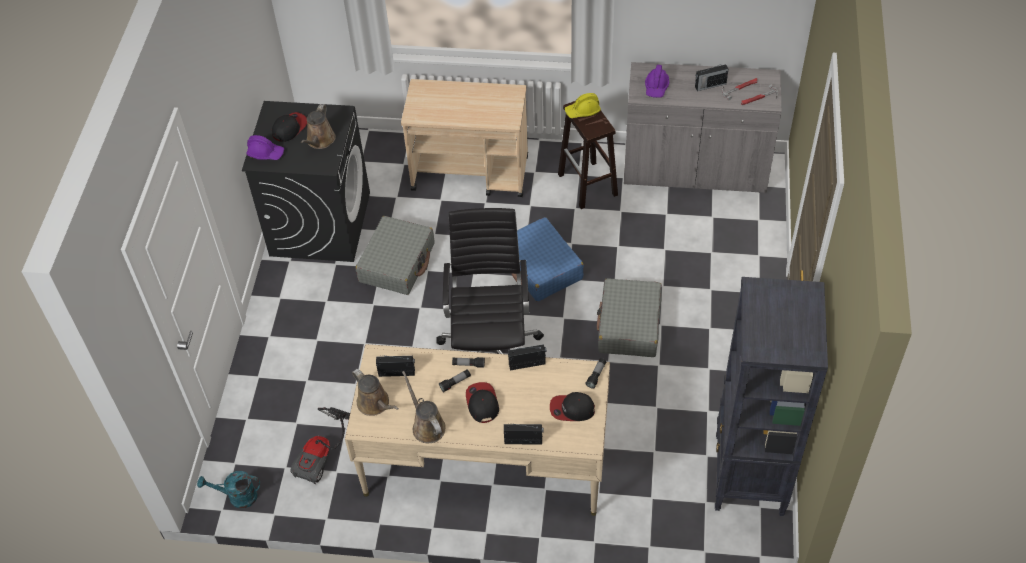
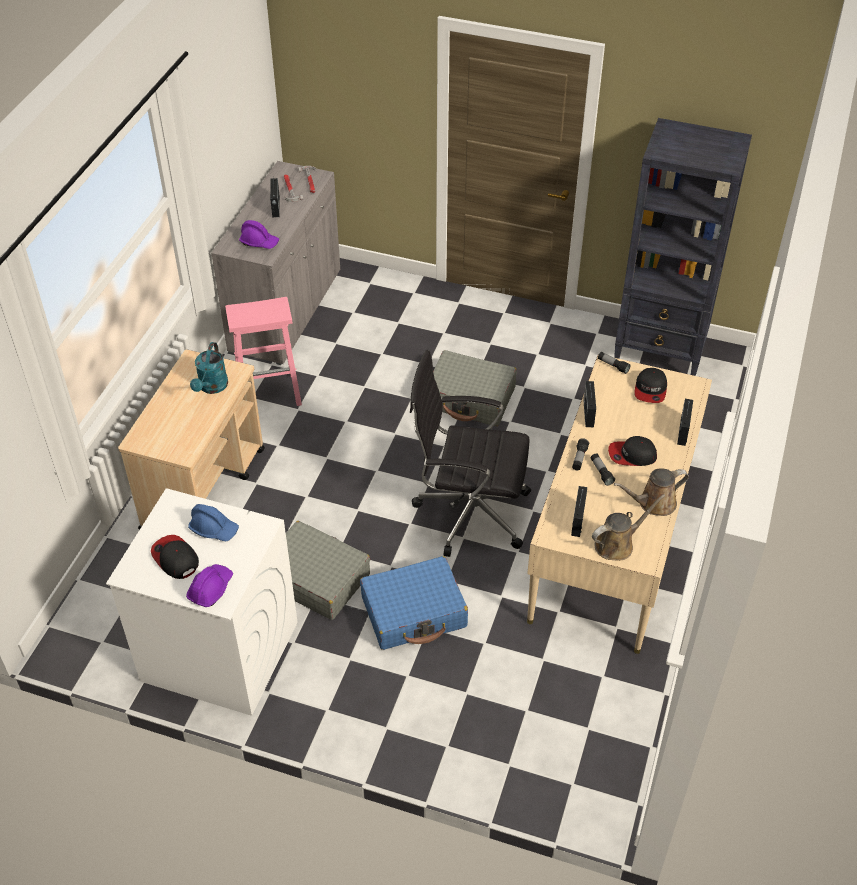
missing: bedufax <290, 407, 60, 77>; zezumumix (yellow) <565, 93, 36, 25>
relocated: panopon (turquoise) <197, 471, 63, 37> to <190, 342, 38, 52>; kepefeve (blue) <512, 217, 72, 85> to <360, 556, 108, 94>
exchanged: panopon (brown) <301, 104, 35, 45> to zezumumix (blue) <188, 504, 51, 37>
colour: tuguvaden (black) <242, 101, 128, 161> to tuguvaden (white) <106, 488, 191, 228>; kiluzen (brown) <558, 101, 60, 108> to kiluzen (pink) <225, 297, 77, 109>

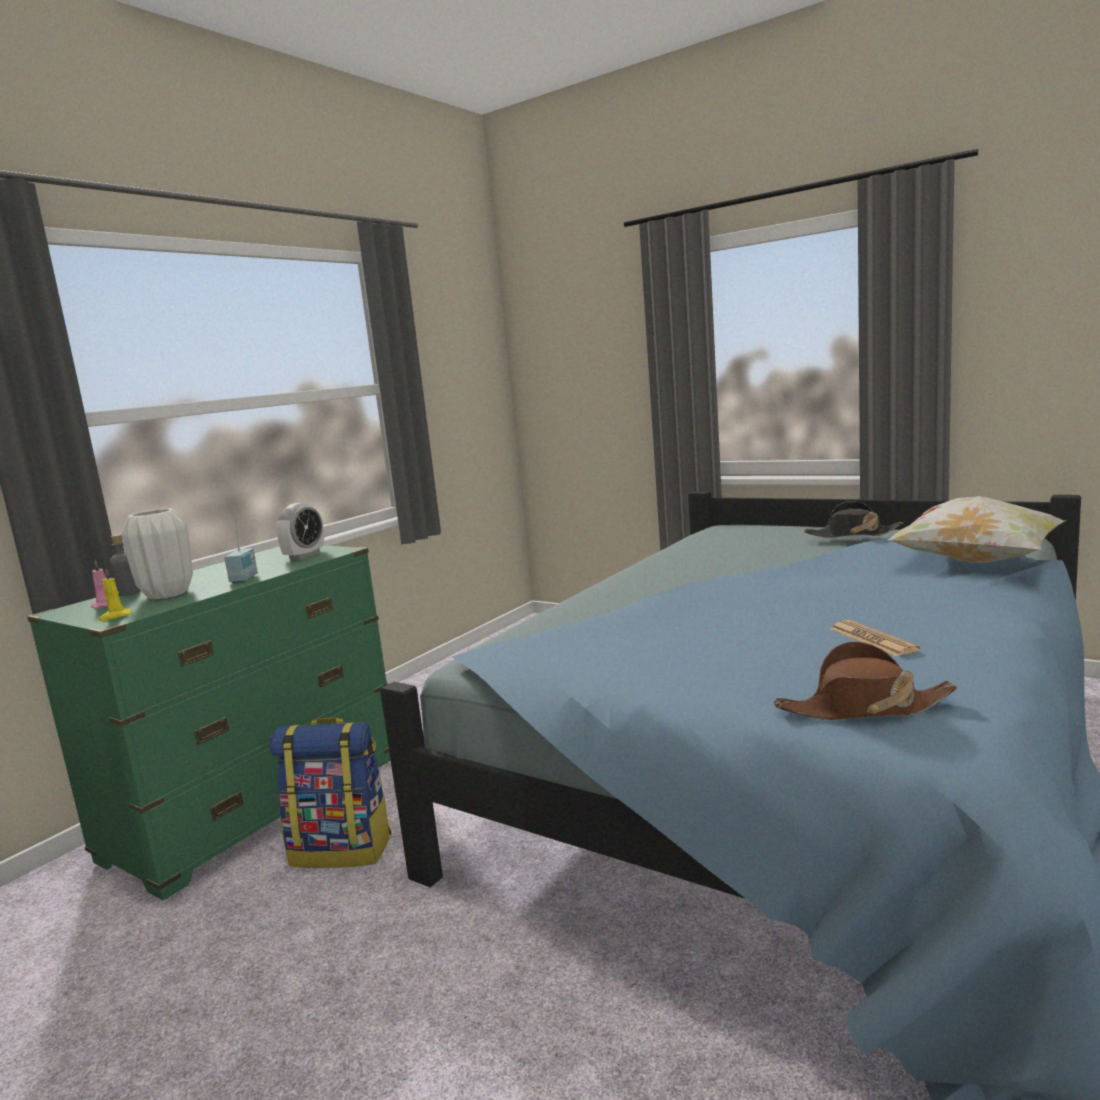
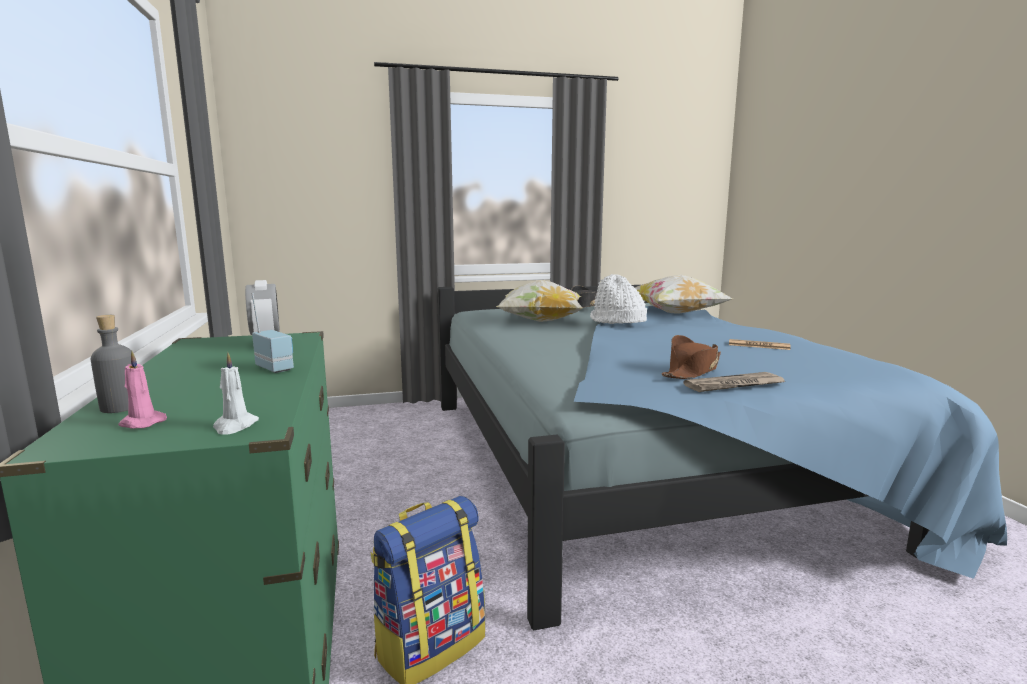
missing: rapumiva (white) <121, 509, 72, 90>
appeared: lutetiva <496, 280, 87, 42>; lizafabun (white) <590, 274, 57, 50>; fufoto <683, 372, 103, 20>
relocated: lizafabun (brown) <774, 641, 183, 79> to <662, 335, 59, 44>
colour: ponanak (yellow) <98, 569, 34, 52> to ponanak (white) <213, 352, 46, 82>

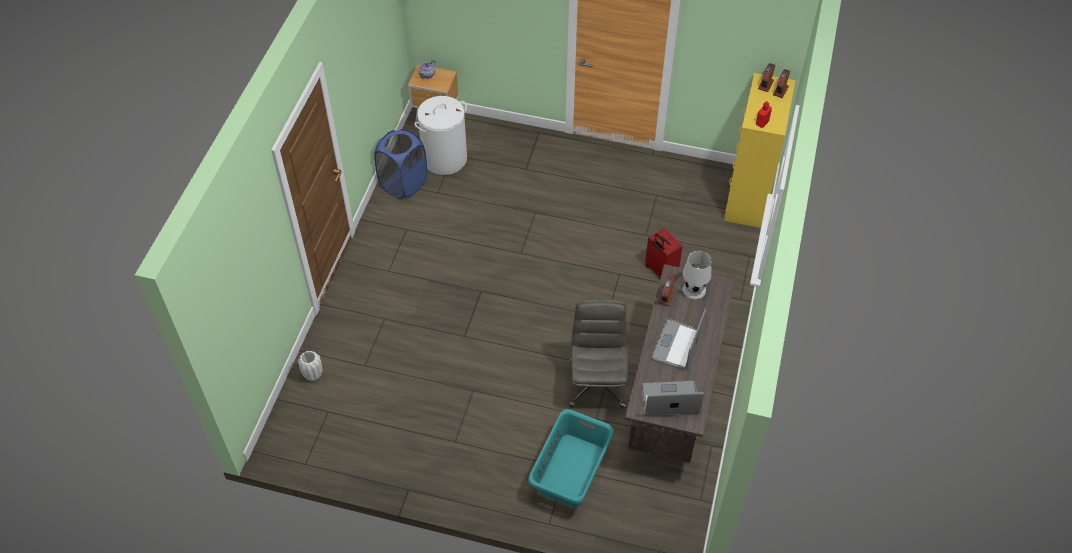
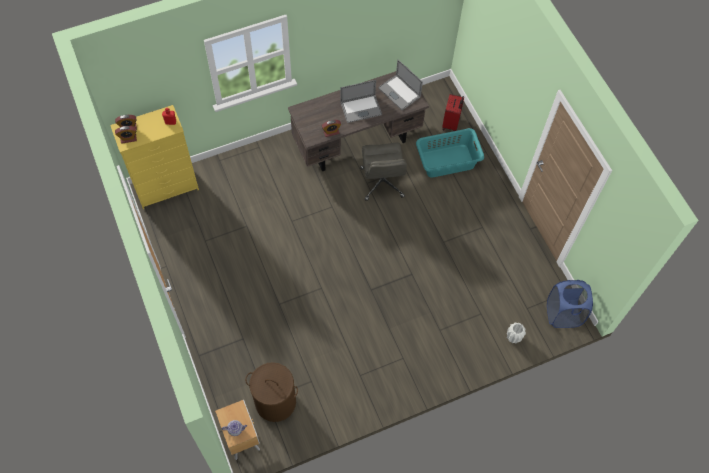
missing: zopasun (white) <682, 251, 29, 49>
relocated: kepefeve (red) <645, 229, 37, 50> to <442, 94, 22, 37>; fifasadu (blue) <374, 129, 53, 70> to <547, 280, 46, 48>
colour: fifasadu (white) <414, 96, 53, 79> to fifasadu (brown) <245, 362, 53, 60>
spun: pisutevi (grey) <569, 299, 60, 110> = <360, 143, 47, 58> 60 degrees counterclockwise

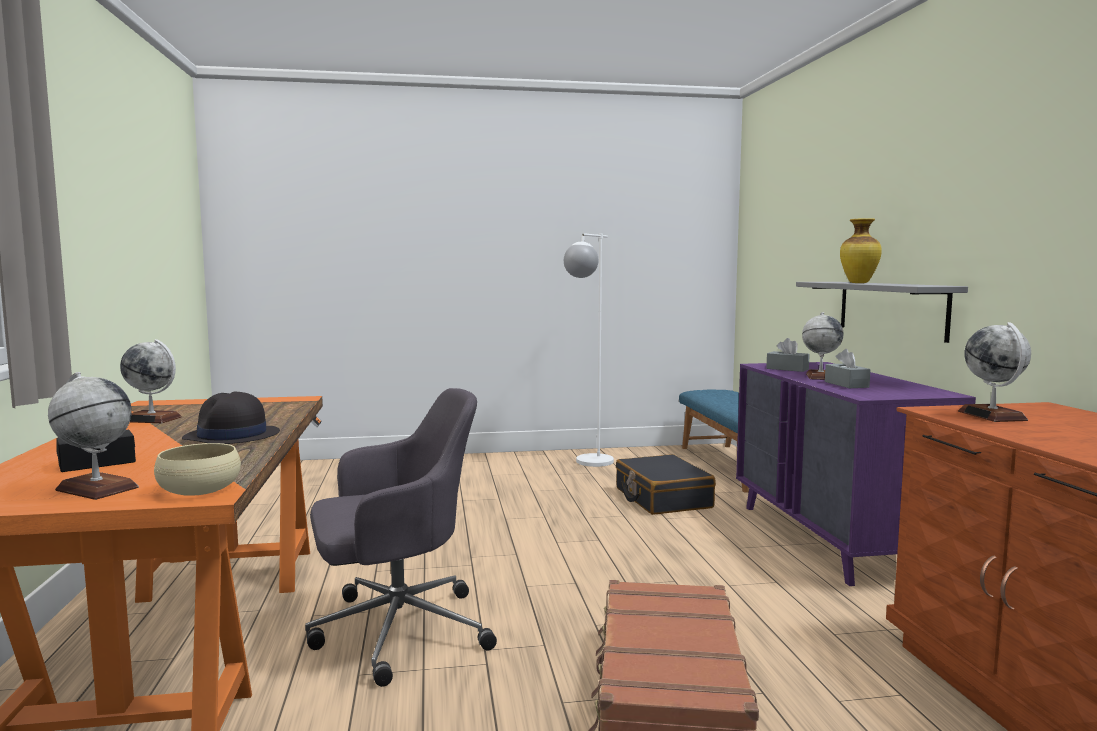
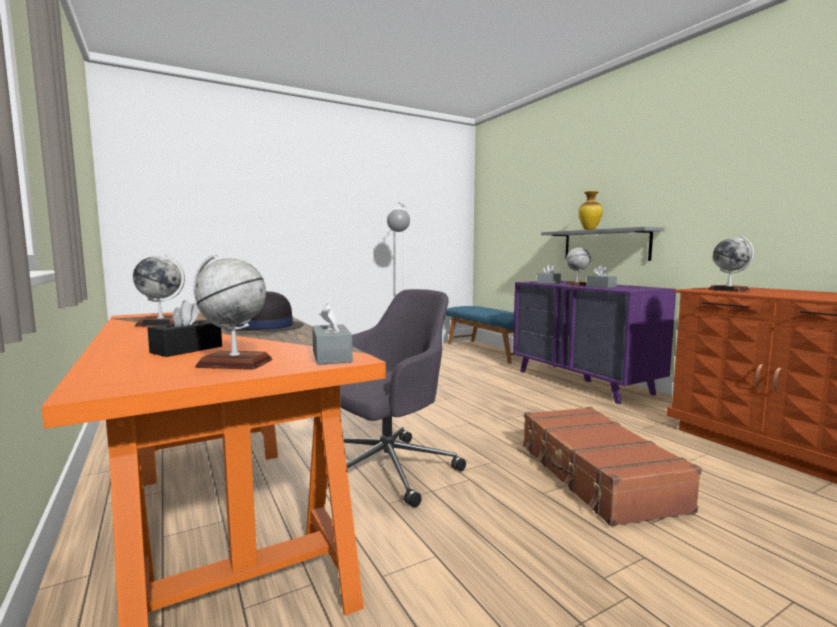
missing: kepefeve (black) <616, 454, 100, 61>
exchanged: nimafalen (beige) <154, 443, 87, 53> to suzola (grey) <312, 303, 41, 62>

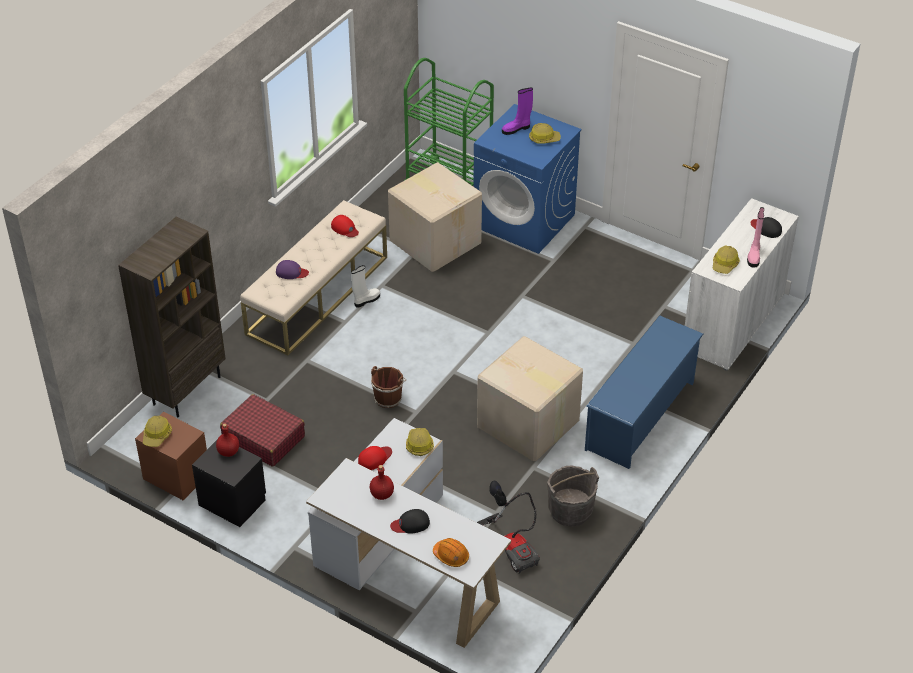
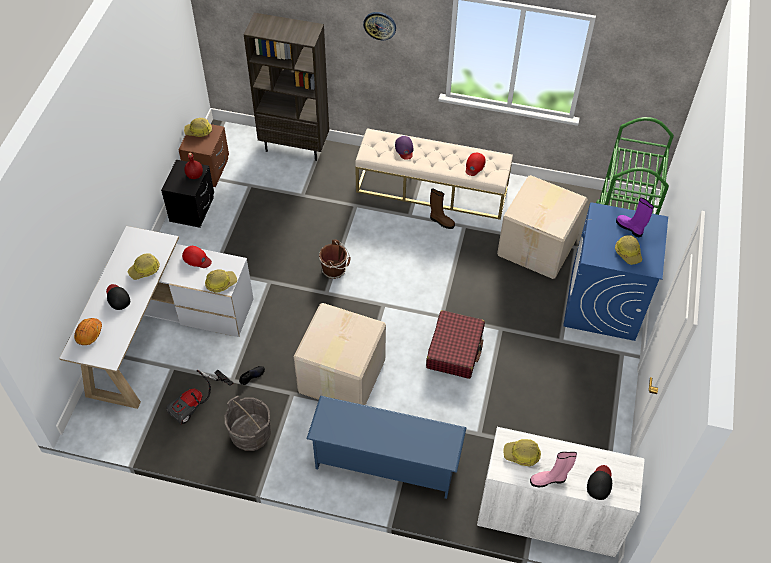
appeared: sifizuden <363, 12, 33, 28>
relocated: kepefeve (red) <220, 394, 85, 73> to <426, 310, 59, 69>
exchanged: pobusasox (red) <370, 465, 24, 35> to zezumumix <127, 253, 33, 27>
colour: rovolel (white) <351, 265, 29, 43> to rovolel (brown) <430, 188, 25, 41>

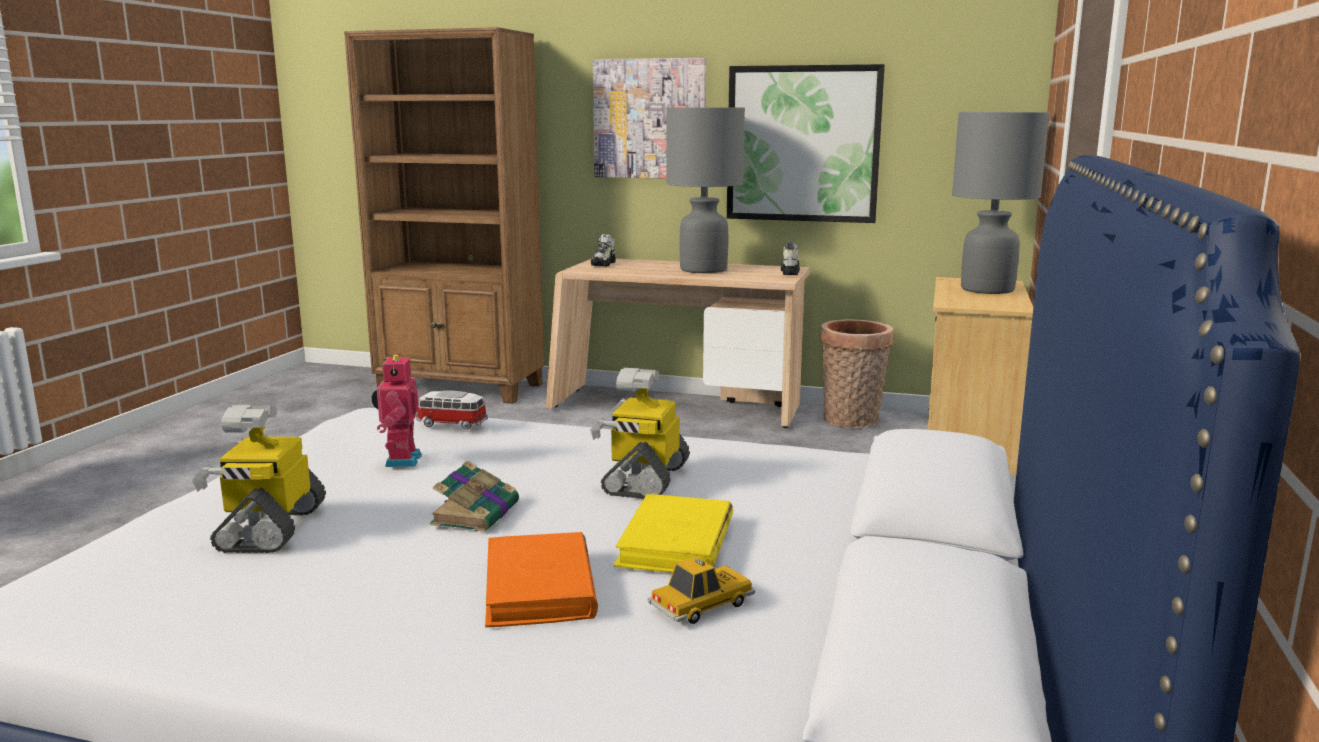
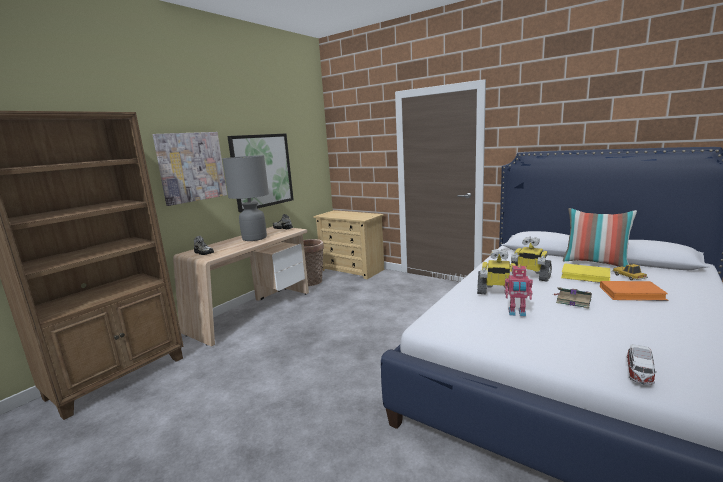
missing: zopasun (grey) <952, 112, 98, 182>
appeared: lutetiva <563, 208, 74, 59>
relocated: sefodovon <192, 405, 134, 148> to <477, 249, 39, 45>; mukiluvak <416, 391, 72, 39> to <627, 344, 30, 41>

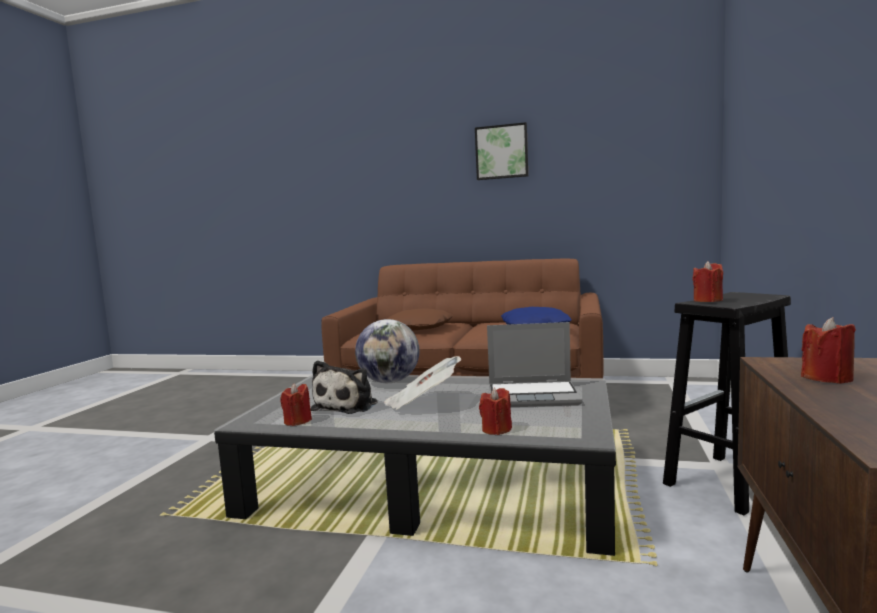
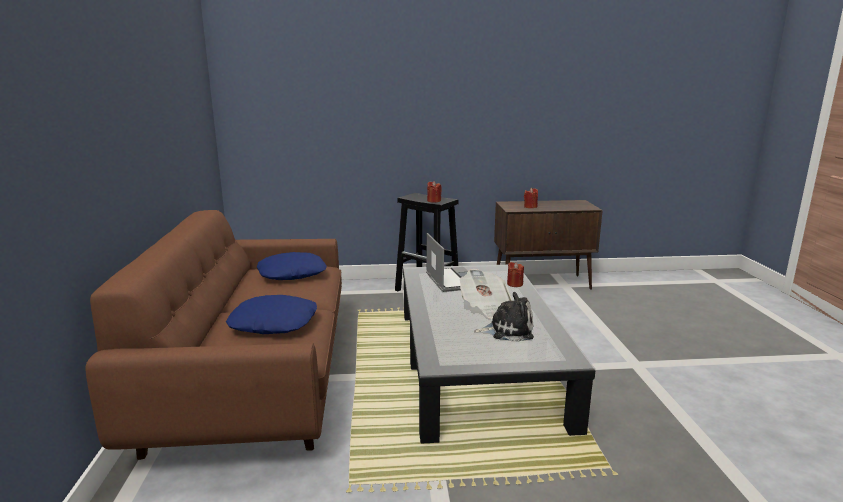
missing: ponanak (red) <280, 383, 32, 43>; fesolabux <355, 319, 64, 64>; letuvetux <475, 122, 53, 58>
colour: lutetiva (brown) <387, 308, 66, 23> to lutetiva (blue) <226, 295, 91, 39>

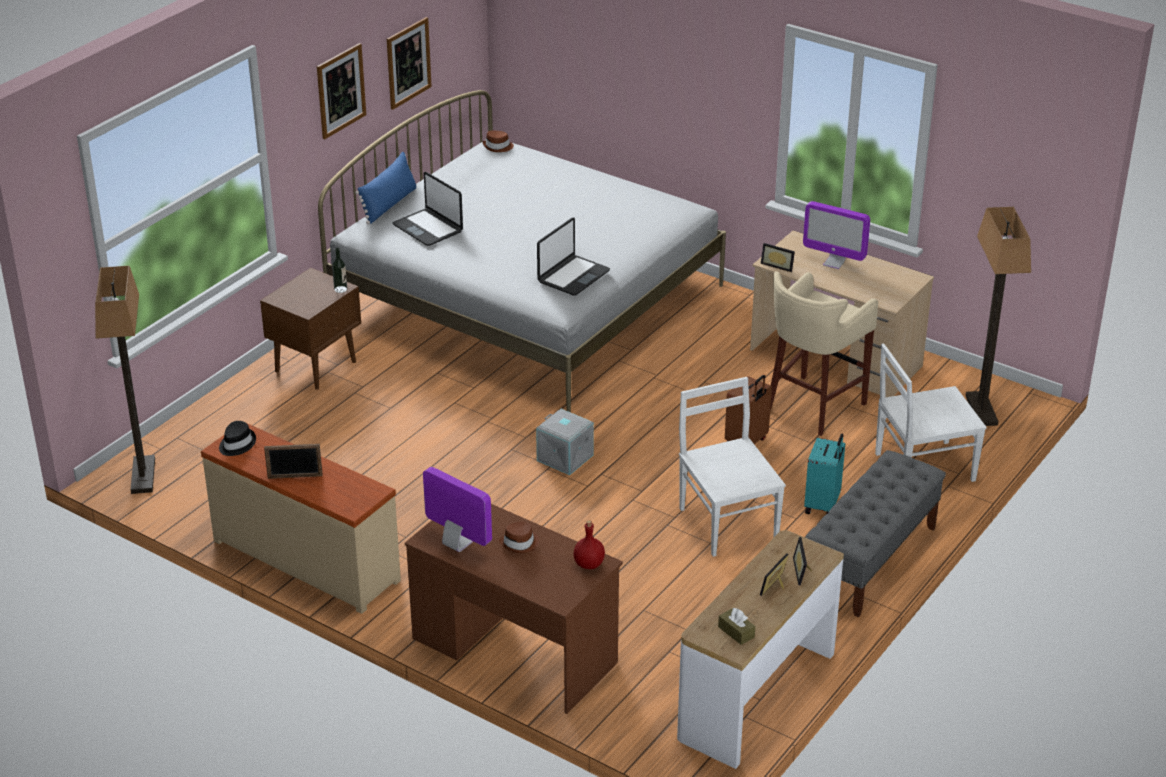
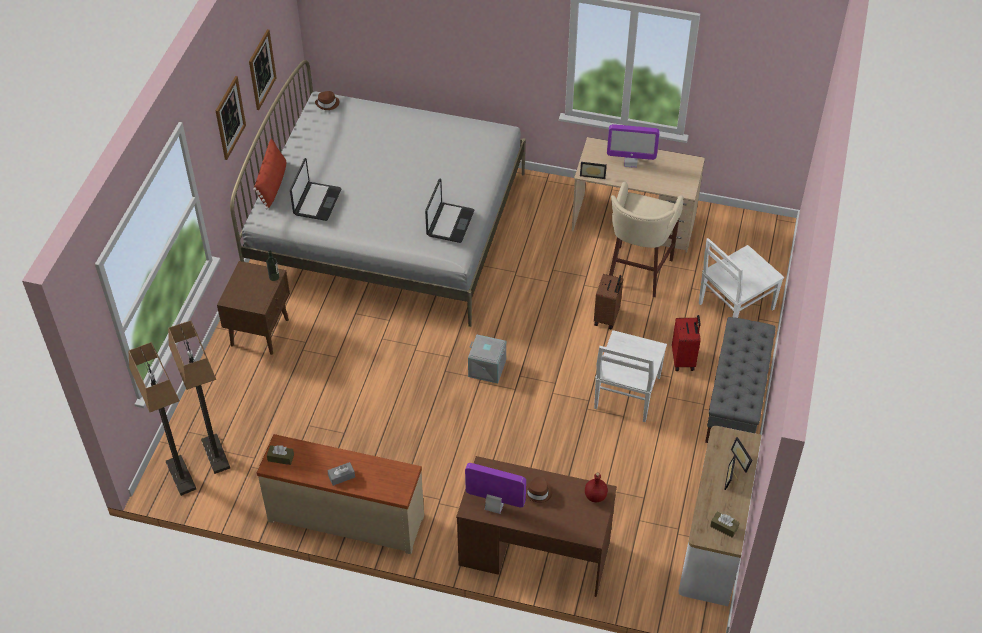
relocated: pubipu <966, 207, 65, 219> to <168, 321, 62, 153>
exchanged: lizafabun (black) <219, 421, 37, 35> to suzola (brown) <267, 445, 27, 20>; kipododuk <264, 444, 59, 35> to suzola (grey) <327, 462, 28, 24>
colour: lutetiva (blue) <355, 152, 62, 72> to lutetiva (red) <253, 139, 34, 70>; kepefeve (turquoise) <804, 433, 41, 81> to kepefeve (red) <672, 315, 29, 56>
spun: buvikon <393, 172, 70, 74> = <290, 158, 51, 63> 105 degrees counterclockwise; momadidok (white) <679, 377, 107, 180> = <594, 330, 73, 92> 120 degrees counterclockwise

